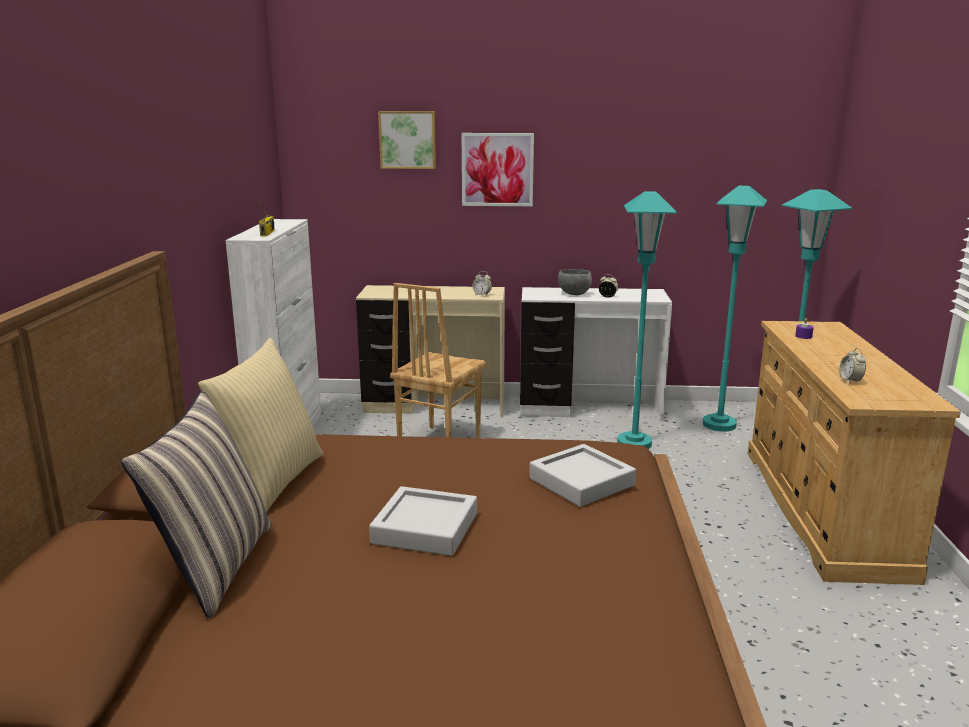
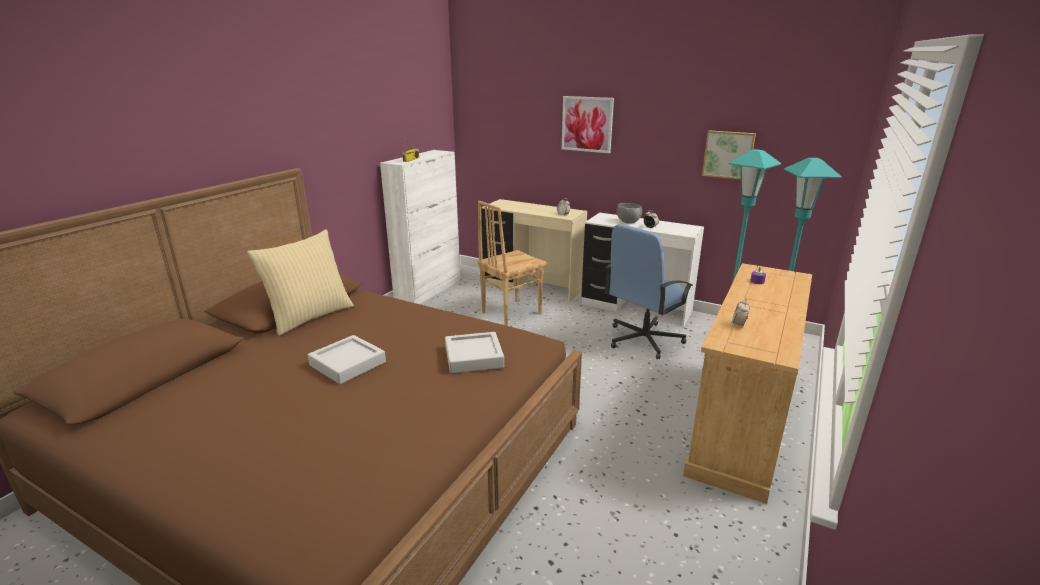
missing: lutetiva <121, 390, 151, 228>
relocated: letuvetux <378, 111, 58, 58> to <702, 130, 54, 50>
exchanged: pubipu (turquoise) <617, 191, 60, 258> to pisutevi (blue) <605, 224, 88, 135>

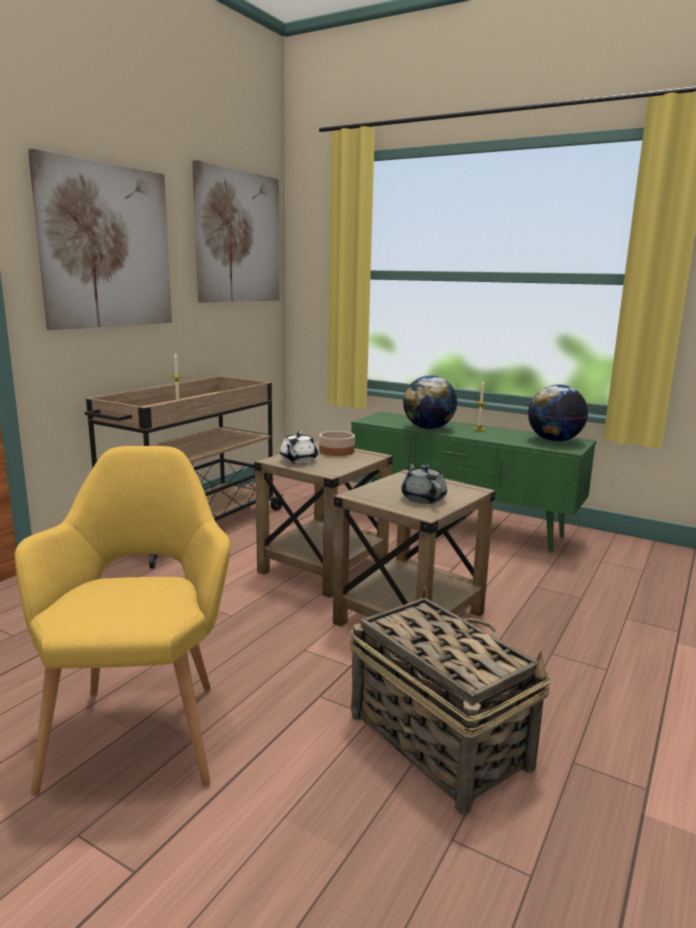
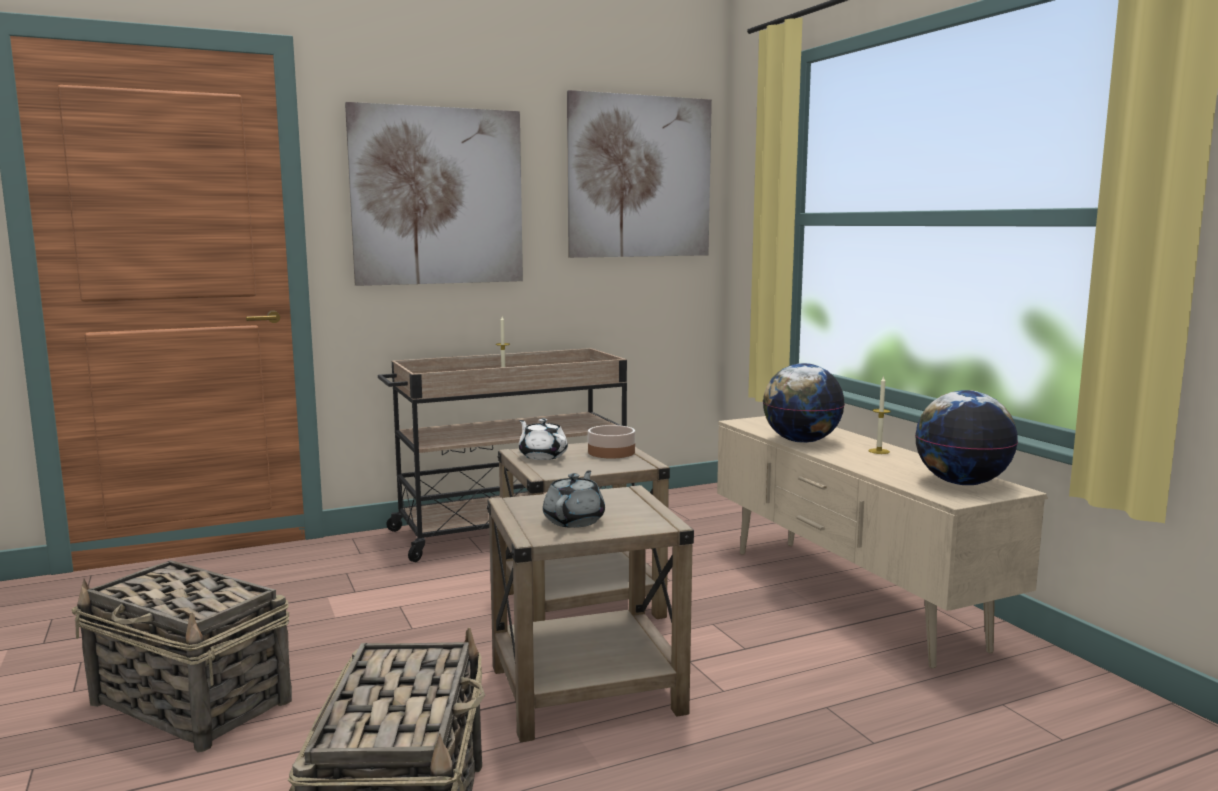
exchanged: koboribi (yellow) <15, 446, 216, 350> to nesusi <71, 560, 221, 193>
colour: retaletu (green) <351, 412, 245, 140> to retaletu (beige) <717, 416, 331, 253>
spun: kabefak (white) <280, 431, 38, 33> = <519, 419, 49, 41> 90 degrees clockwise

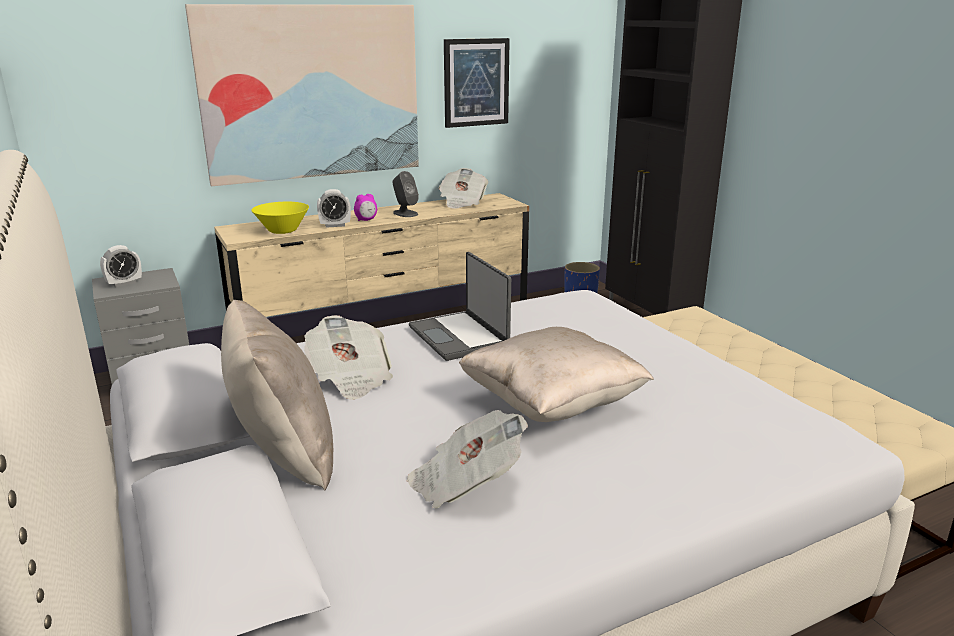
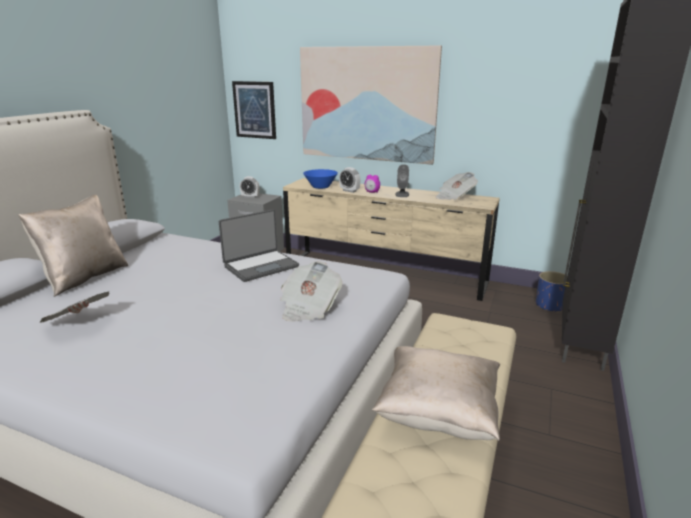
relocated: letuvetux <444, 38, 66, 90> to <232, 81, 44, 58>; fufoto <304, 315, 89, 85> to <280, 261, 62, 61>; lutetiva (beige) <459, 327, 195, 95> to <372, 346, 128, 94>
colour: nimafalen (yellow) <252, 202, 57, 32> to nimafalen (blue) <303, 169, 35, 20>
spun: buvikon <409, 252, 102, 109> = <219, 209, 80, 73> 150 degrees counterclockwise

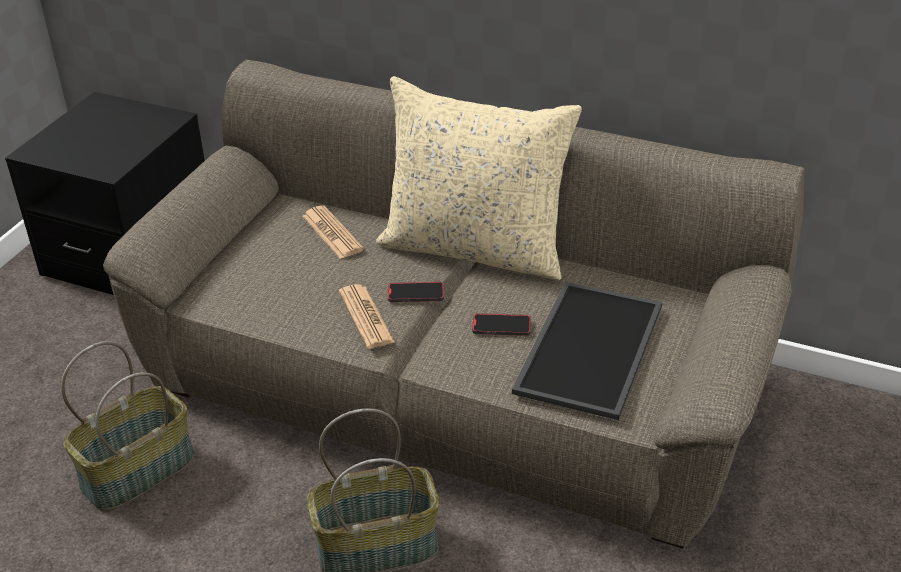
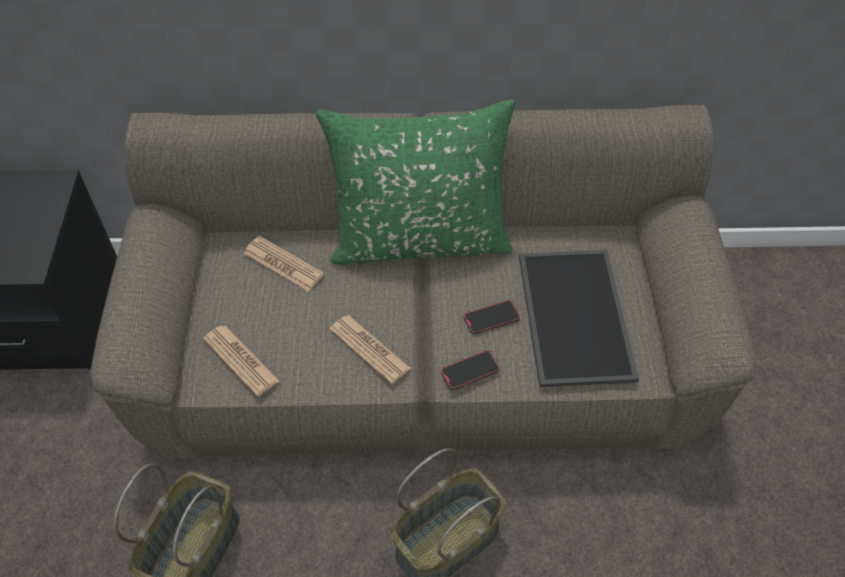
appeared: fufoto <203, 325, 76, 72>
relocated: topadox <388, 282, 56, 20> to <441, 350, 59, 40>
colour: lutetiva (beige) <376, 76, 206, 204> to lutetiva (green) <316, 99, 199, 166>

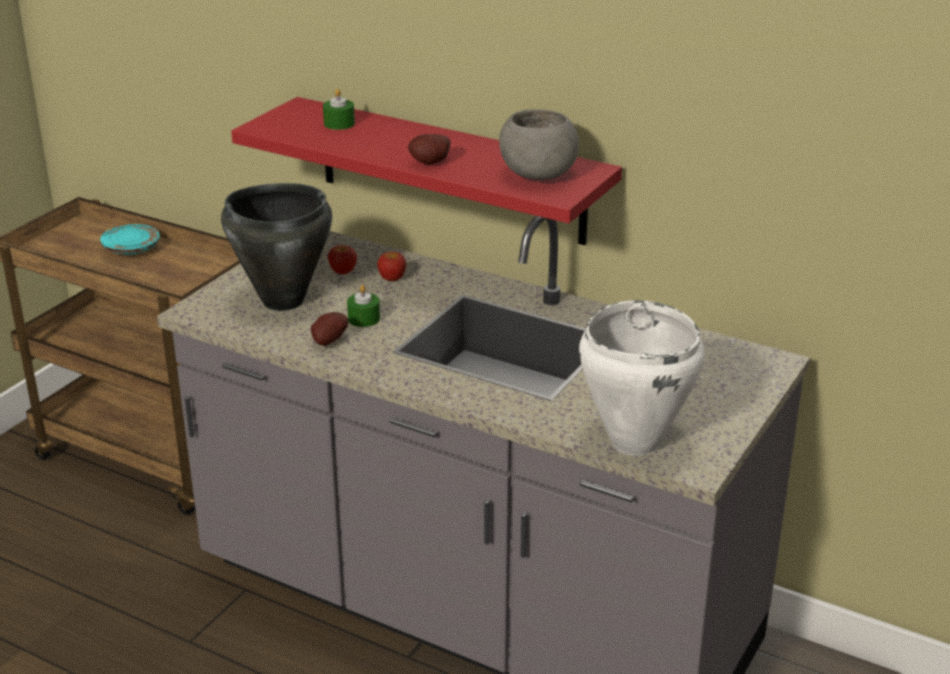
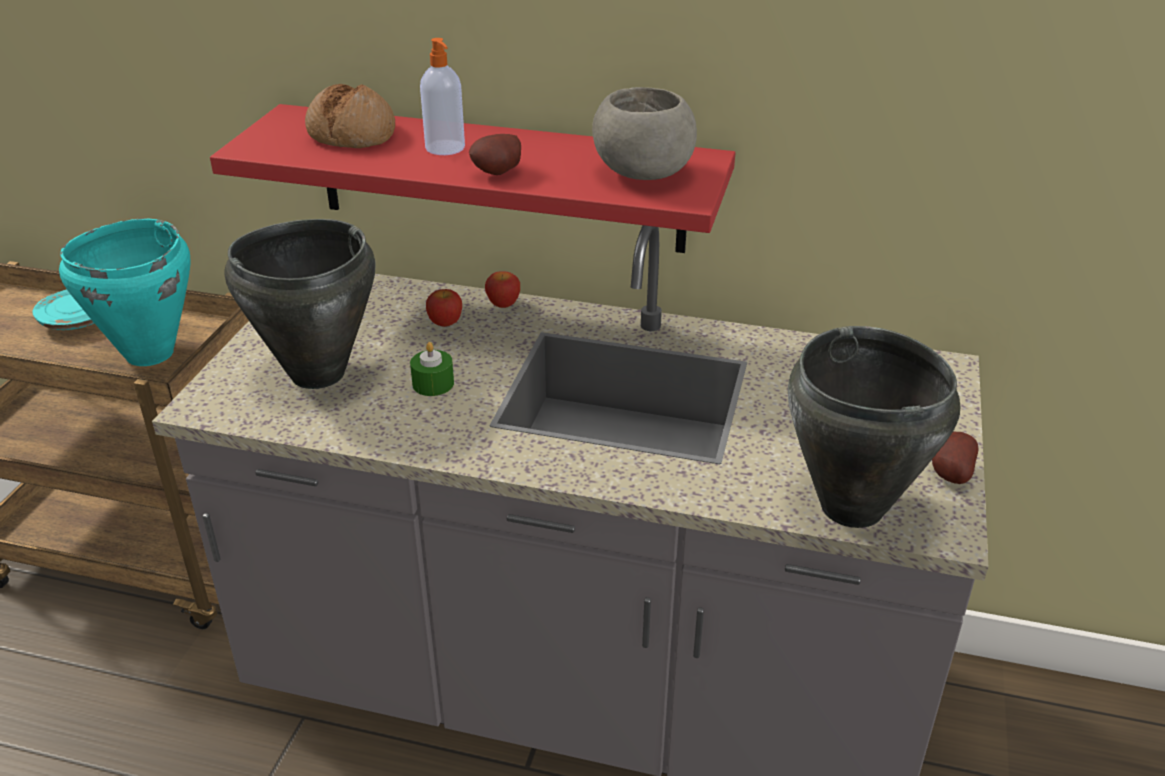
appeared: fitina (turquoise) <59, 219, 132, 147>; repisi <420, 38, 45, 117>
relocated: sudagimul <328, 245, 29, 30> to <485, 271, 35, 37>; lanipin <311, 312, 38, 34> to <932, 432, 47, 52>
exchanged: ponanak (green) <323, 89, 32, 41> to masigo <305, 84, 90, 64>
colour: fitina (white) <579, 300, 126, 156> to fitina (black) <788, 326, 172, 202>

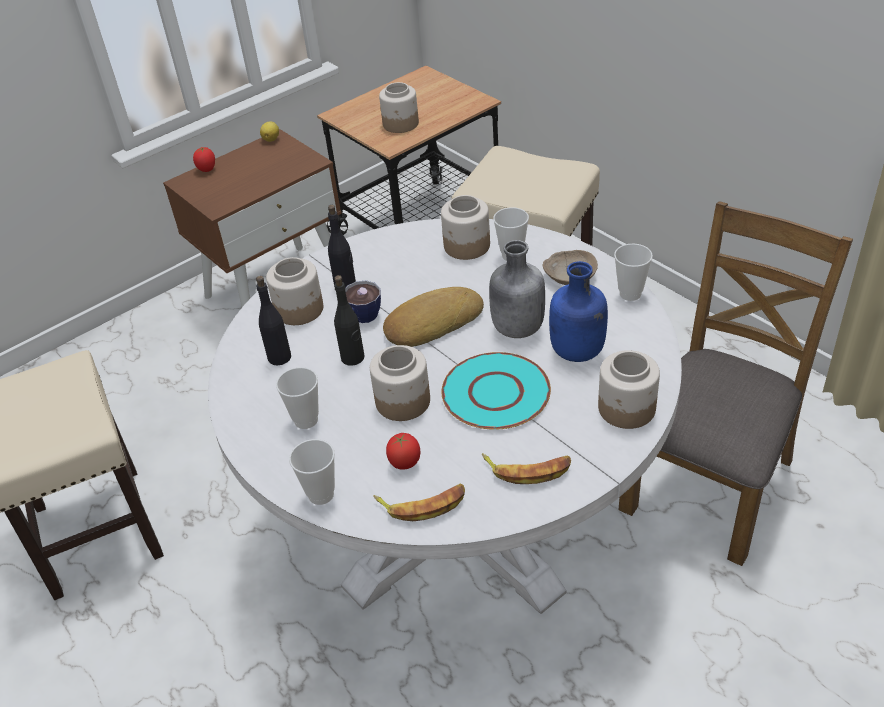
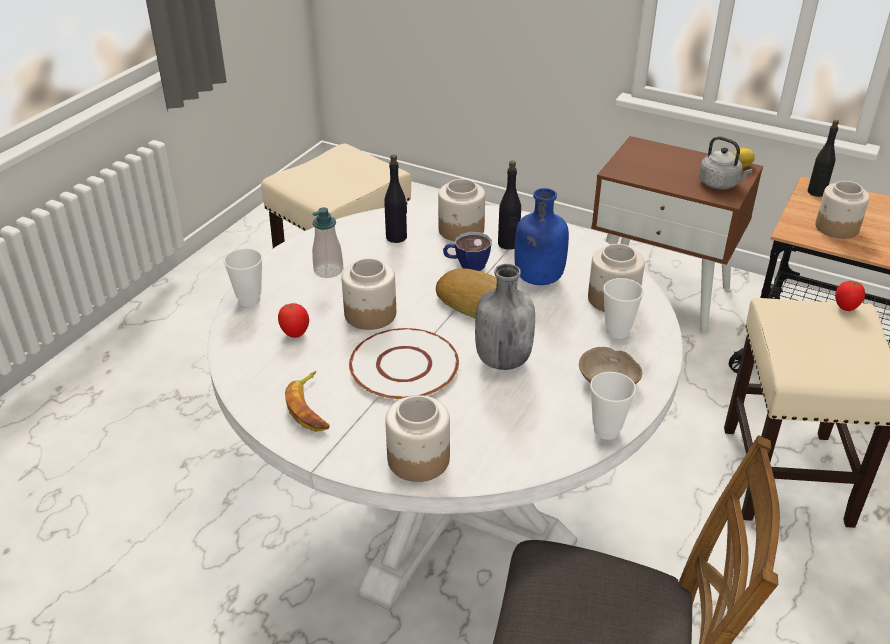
missing: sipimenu <373, 484, 92, 37>
appeared: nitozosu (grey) <699, 136, 54, 53>
relocated: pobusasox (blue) <549, 261, 59, 101> to <515, 188, 54, 97>; pobusasox (black) <334, 275, 31, 91> to <808, 120, 31, 77>; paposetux <193, 147, 22, 25> to <835, 281, 30, 30>
exchanged: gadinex <276, 367, 43, 62> to repisi <312, 207, 31, 71>
colour: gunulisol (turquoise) <442, 352, 109, 78> to gunulisol (white) <349, 328, 110, 71>

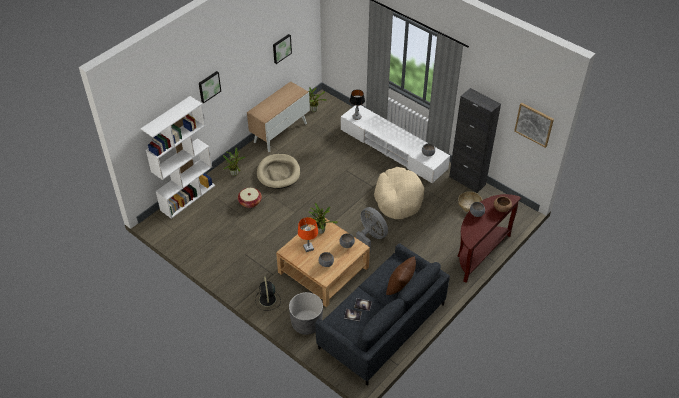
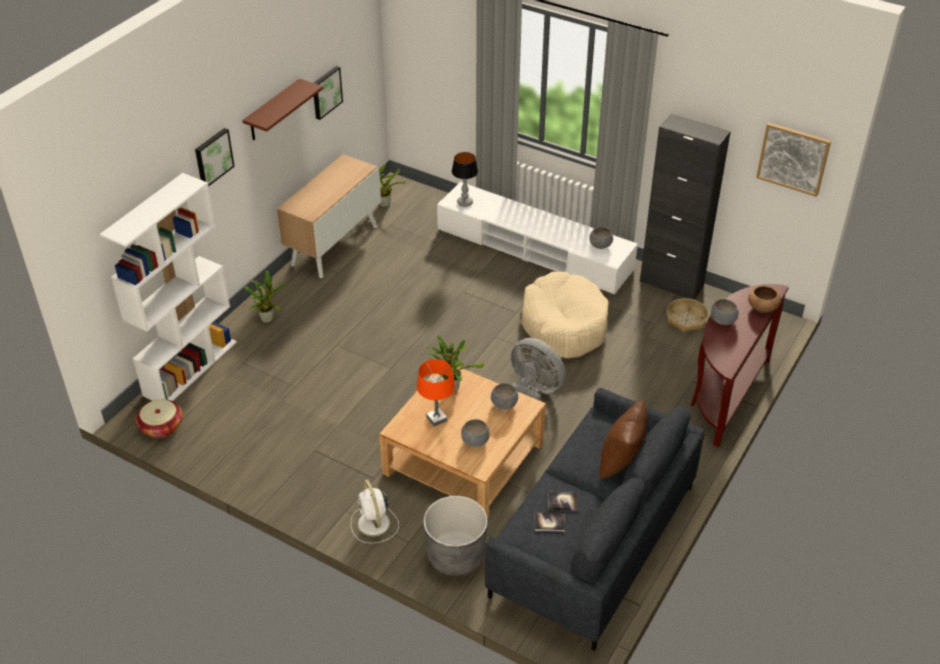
missing: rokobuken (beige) <257, 154, 43, 35>
appeared: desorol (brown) <242, 78, 81, 62>
relocated: nesusi <238, 188, 24, 20> to <136, 399, 47, 39>
colour: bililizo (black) <255, 277, 26, 34> to bililizo (white) <351, 480, 48, 64>

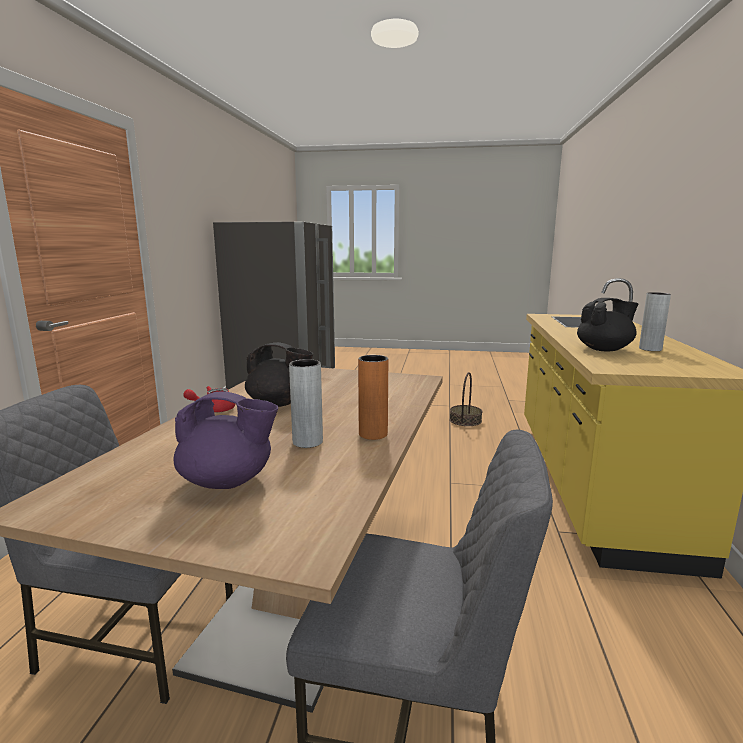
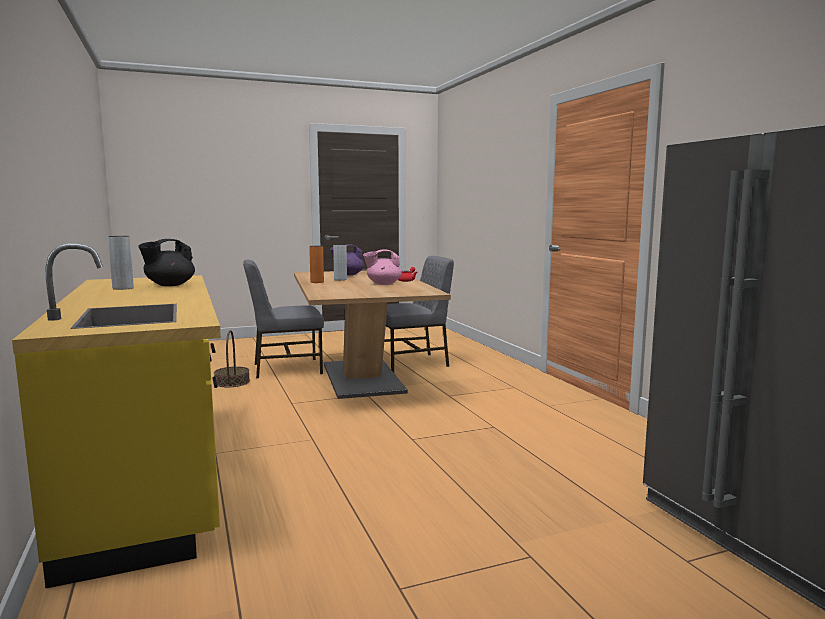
relocated: nesusi <450, 372, 32, 54> to <214, 330, 36, 57>
colour: kabefak (black) <245, 342, 68, 65> to kabefak (pink) <363, 250, 39, 35>

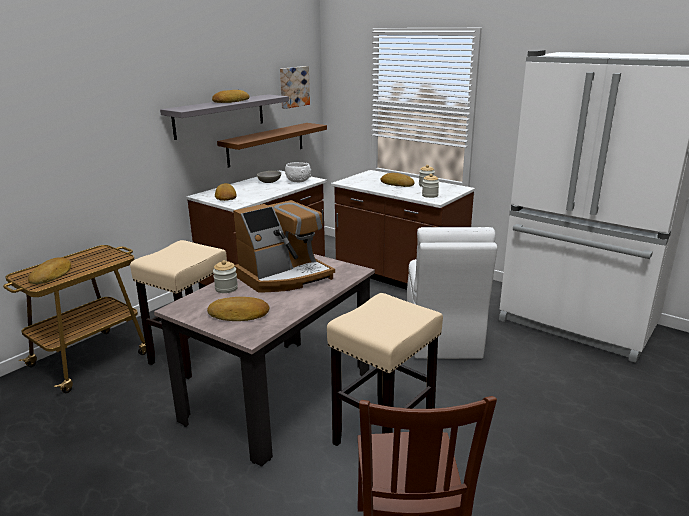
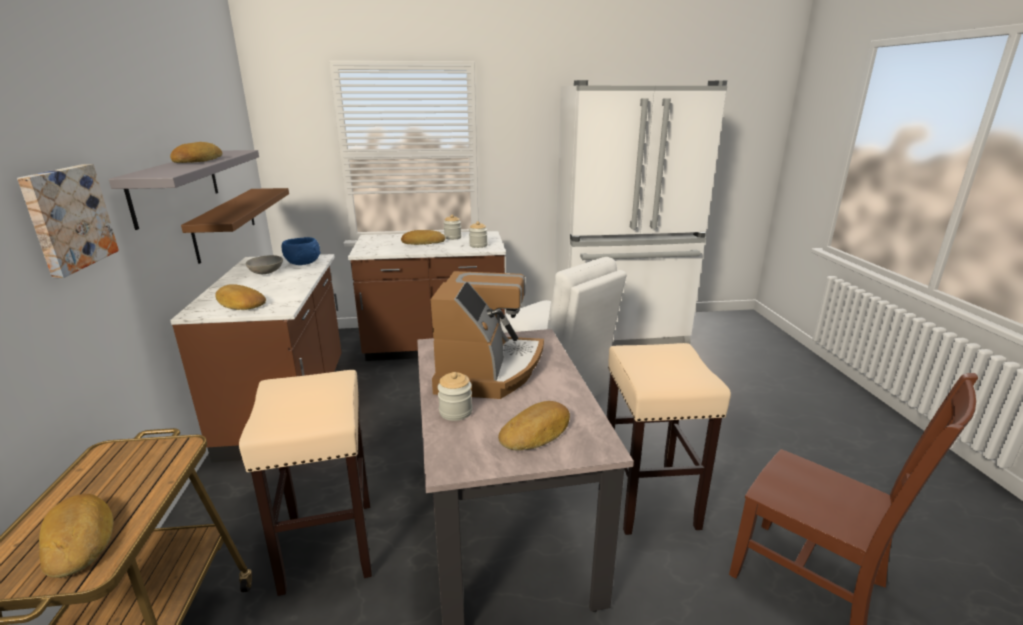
relocated: letuvetux <280, 66, 30, 43> to <17, 164, 102, 114>
colour: nimafalen (white) <285, 162, 26, 20> to nimafalen (blue) <282, 237, 38, 28>

